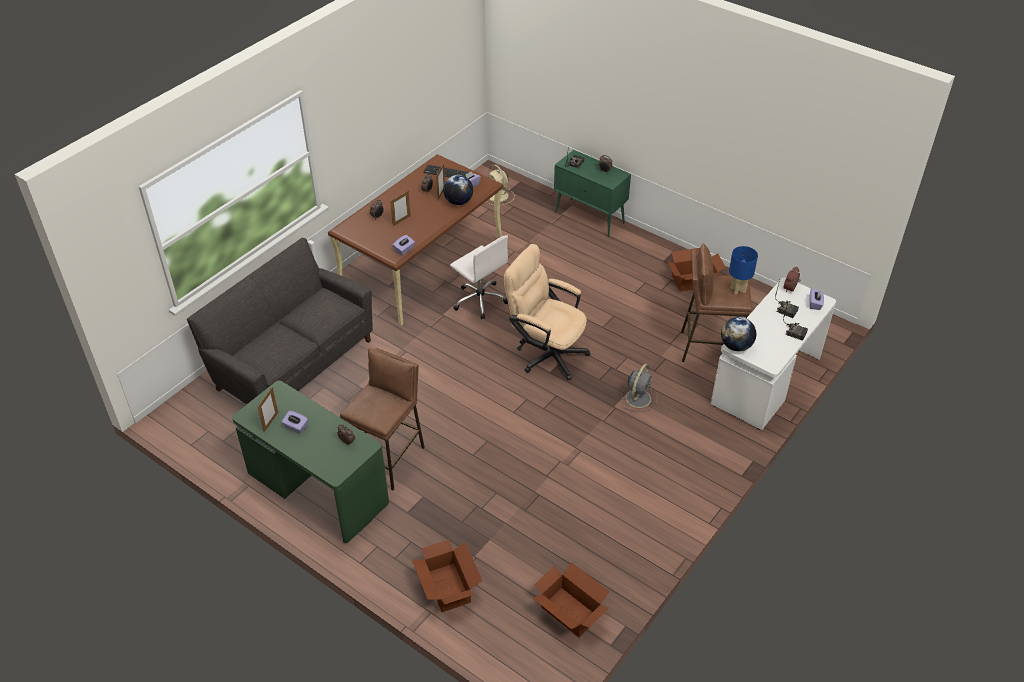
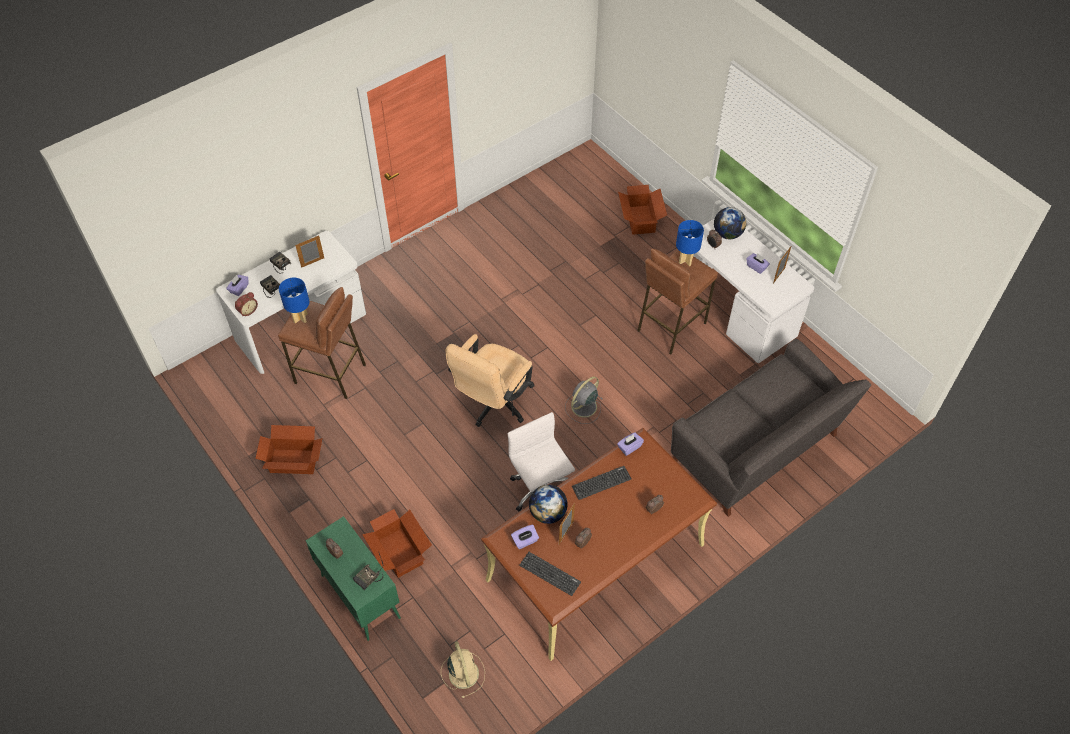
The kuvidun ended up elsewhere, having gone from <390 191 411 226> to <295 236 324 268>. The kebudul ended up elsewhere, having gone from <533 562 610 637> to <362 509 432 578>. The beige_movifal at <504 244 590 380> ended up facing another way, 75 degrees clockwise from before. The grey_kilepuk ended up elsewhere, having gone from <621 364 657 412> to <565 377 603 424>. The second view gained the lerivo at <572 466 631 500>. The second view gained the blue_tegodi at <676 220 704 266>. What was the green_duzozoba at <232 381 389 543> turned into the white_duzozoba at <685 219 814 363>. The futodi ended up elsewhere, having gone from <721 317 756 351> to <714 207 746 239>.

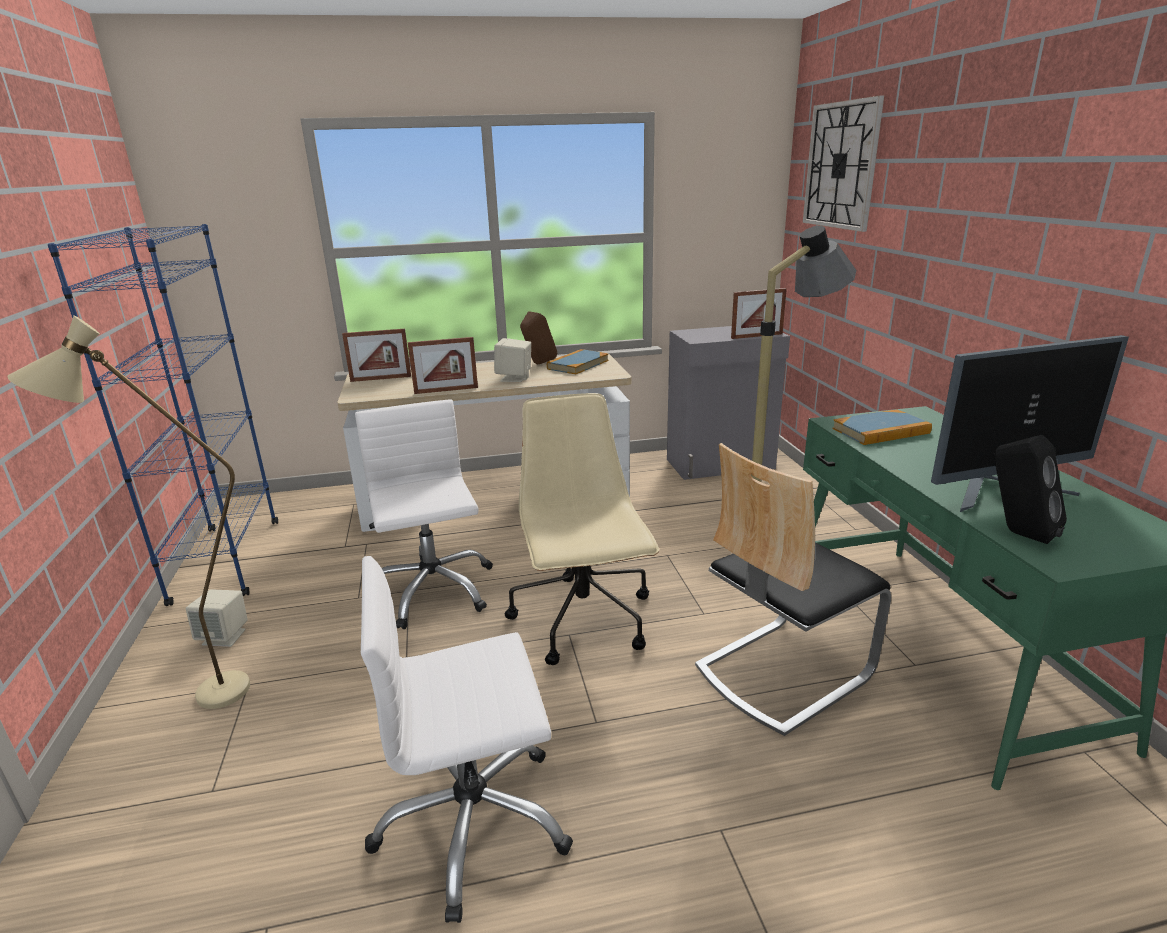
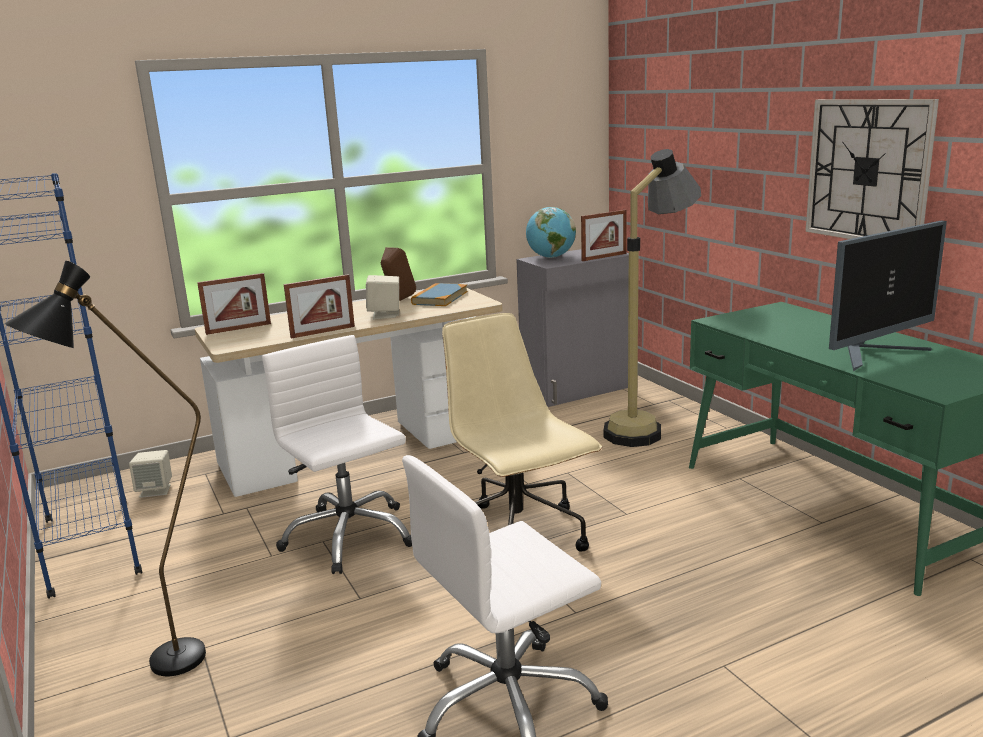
What was the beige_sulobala at <7 315 250 709> turned into the black_sulobala at <4 261 206 676>. The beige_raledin ended up elsewhere, having gone from <186 589 248 647> to <129 450 172 498>. The second view gained the futodi at <526 207 576 258>. The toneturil ended up elsewhere, having gone from <803 96 884 232> to <805 99 939 239>. The second view lost the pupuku at <695 443 891 736>. The second view lost the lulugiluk at <832 409 932 445>. The second view lost the black_raledin at <994 435 1067 544>.

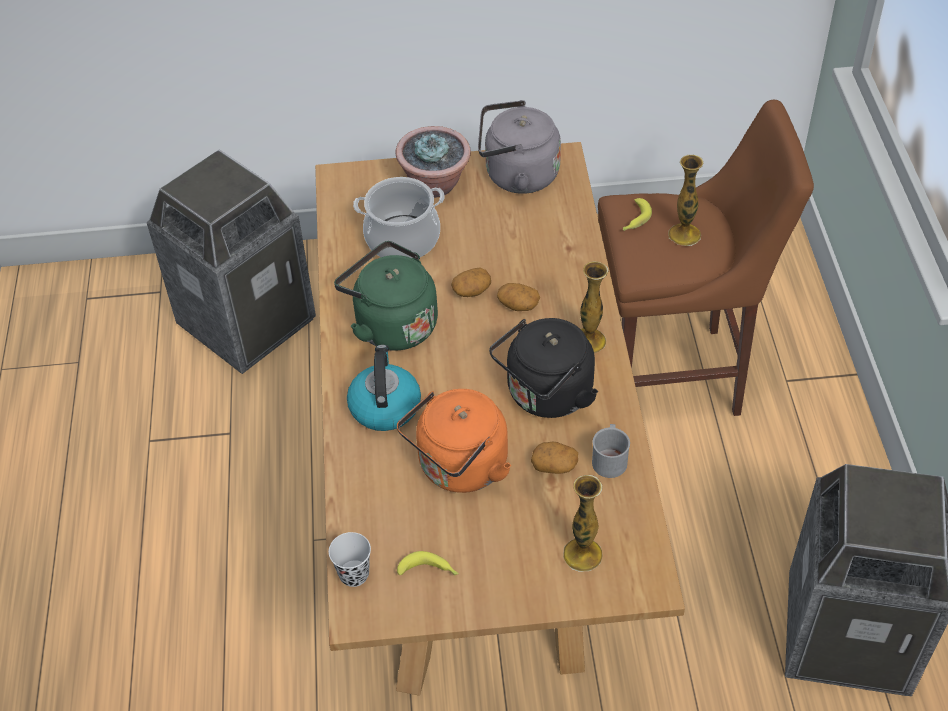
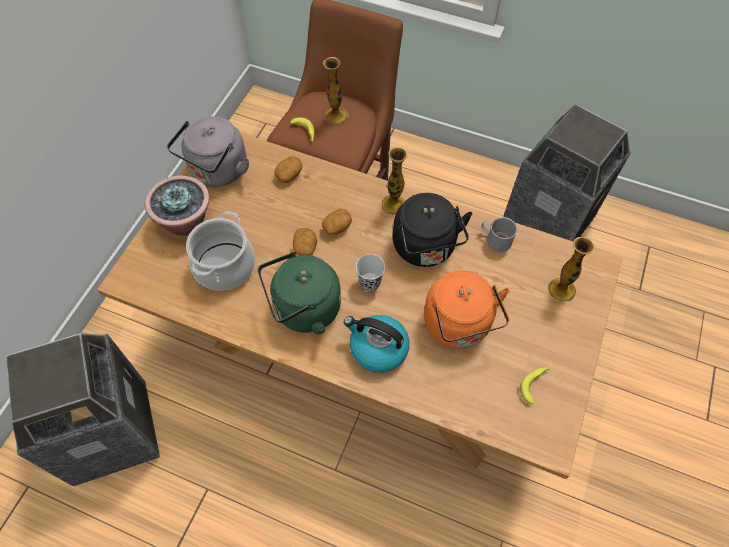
The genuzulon ended up elsewhere, having gone from <531 442 578 474> to <274 156 302 183>. The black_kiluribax ended up elsewhere, having gone from <329 532 371 587> to <356 254 385 291>.

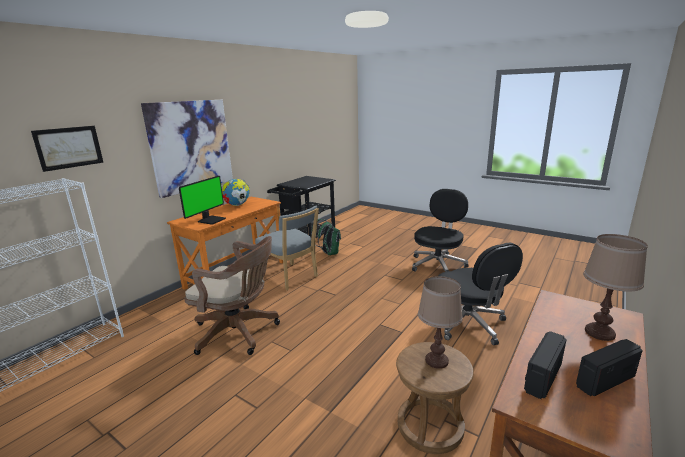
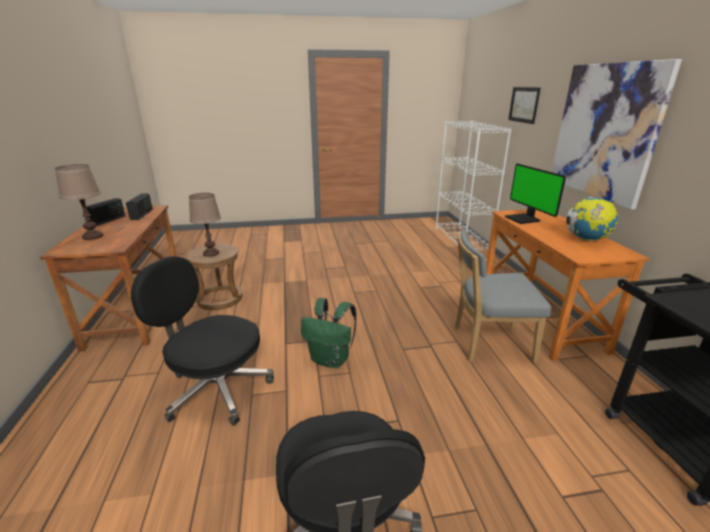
The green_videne ended up elsewhere, having gone from <311 219 341 255> to <301 298 357 368>. The second view lost the brown_movifal at <184 236 280 355>.

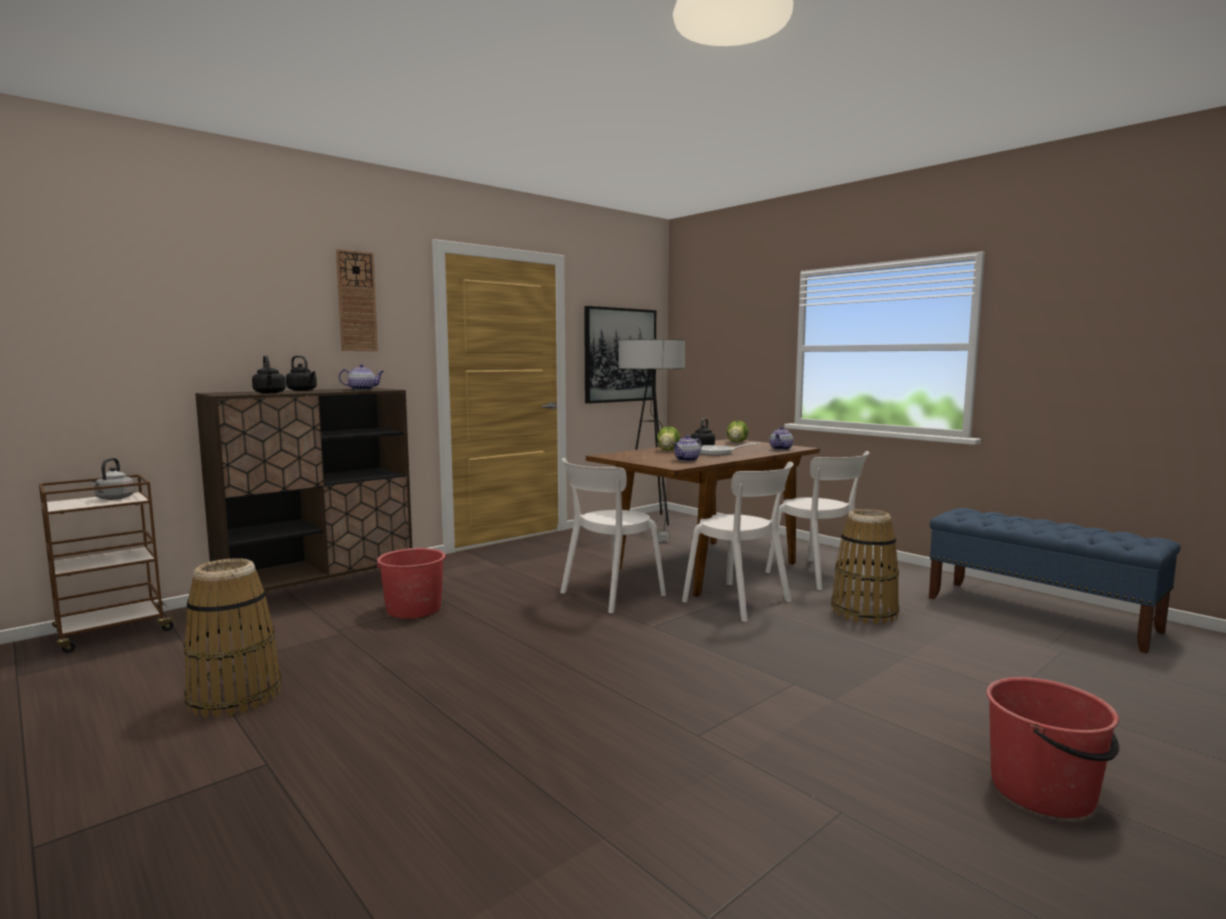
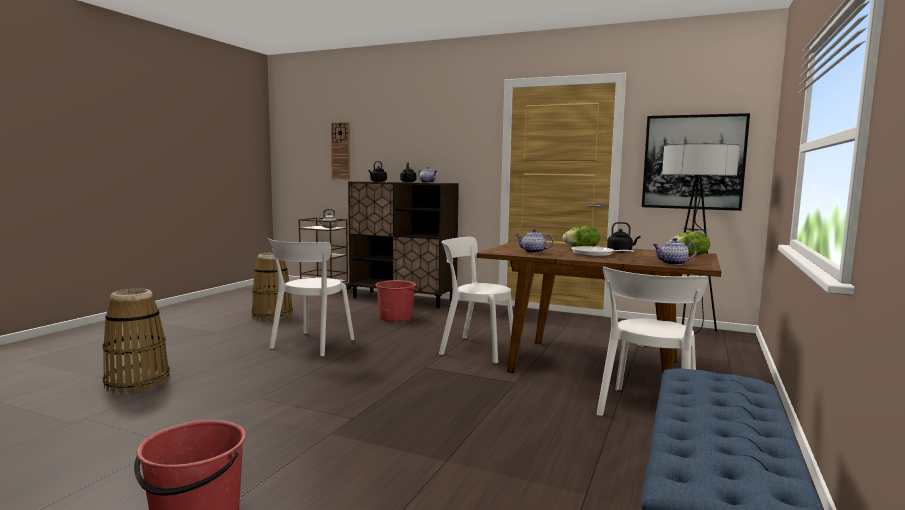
The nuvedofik ended up elsewhere, having gone from <831 509 899 625> to <102 289 170 394>. The white_pupuku ended up elsewhere, having gone from <682 462 793 622> to <268 238 355 356>. The toneturil ended up elsewhere, having gone from <336 249 378 351> to <331 122 350 180>.

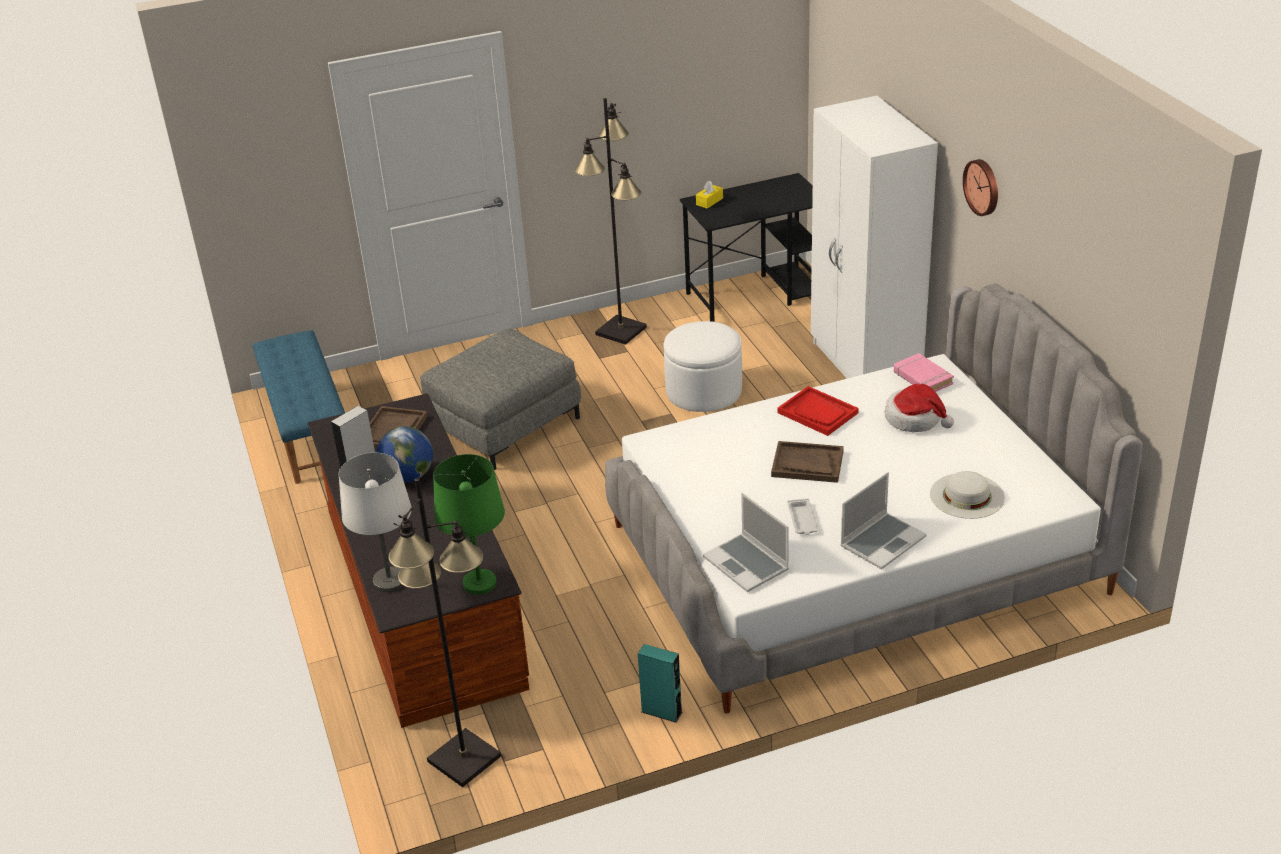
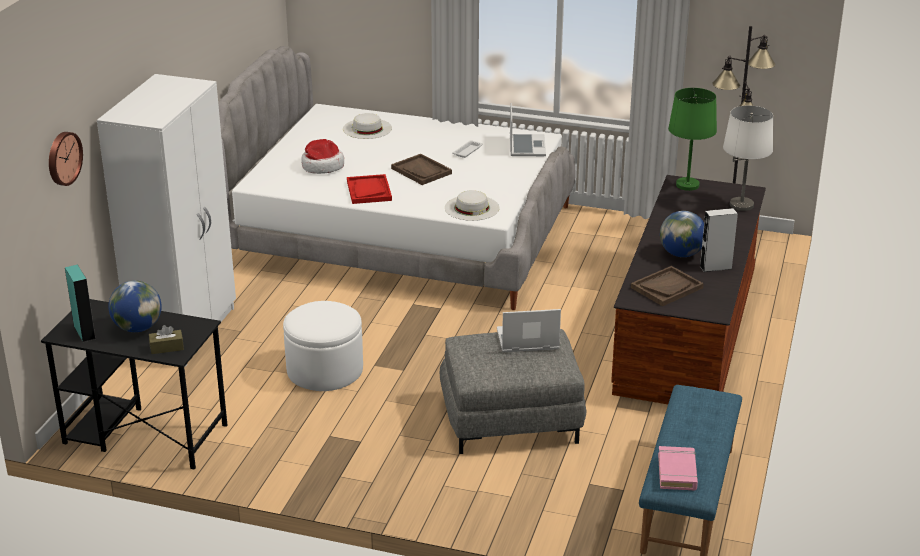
The toneturil ended up elsewhere, having gone from <963 159 998 216> to <49 132 83 186>. The turquoise_raledin ended up elsewhere, having gone from <638 644 683 723> to <65 264 96 342>. The second view gained the futodi at <108 281 162 332>. What was the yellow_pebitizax at <696 180 723 209> turned into the brown_pebitizax at <149 325 184 354>. The second view gained the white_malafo at <445 190 499 221>. The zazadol ended up elsewhere, having gone from <840 472 927 570> to <497 309 561 352>. The pink_lulugiluk ended up elsewhere, having gone from <894 353 954 392> to <658 446 698 490>. The second view lost the black_sulobala at <574 98 647 345>.

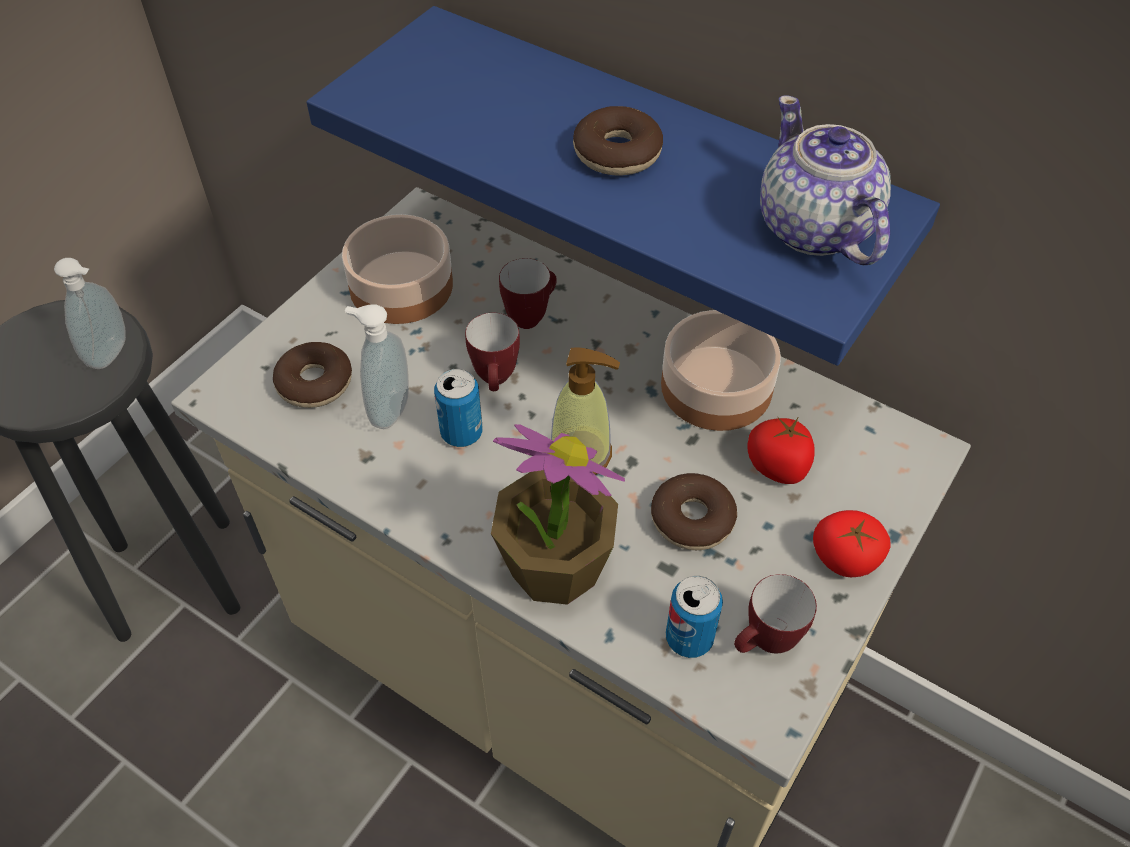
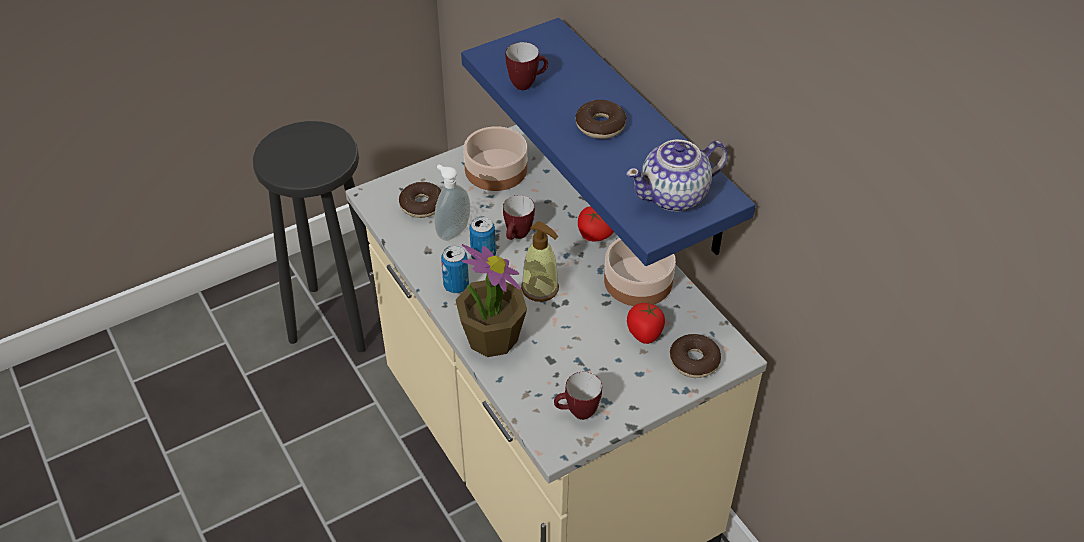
The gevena ended up elsewhere, having gone from <666 576 723 658> to <441 246 469 293>. The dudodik ended up elsewhere, having gone from <499 258 557 329> to <506 42 548 90>. The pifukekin ended up elsewhere, having gone from <813 510 890 577> to <578 206 614 242>. The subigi at <760 95 891 265> ended up facing another way, 120 degrees counterclockwise from before. The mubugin ended up elsewhere, having gone from <651 473 737 550> to <670 334 721 378>. The second view lost the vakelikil at <54 258 126 369>.

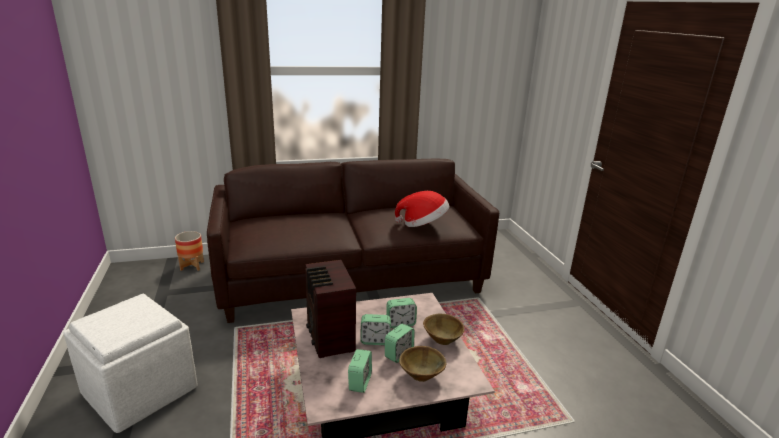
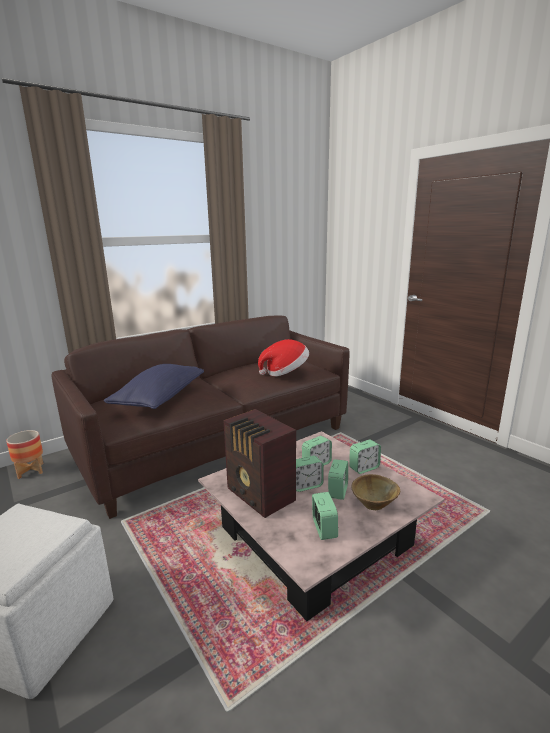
The second view gained the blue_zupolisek at <104 364 204 409>. Where the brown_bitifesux stood at <423 314 464 345>, the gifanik came to stand at <349 440 381 474>.

